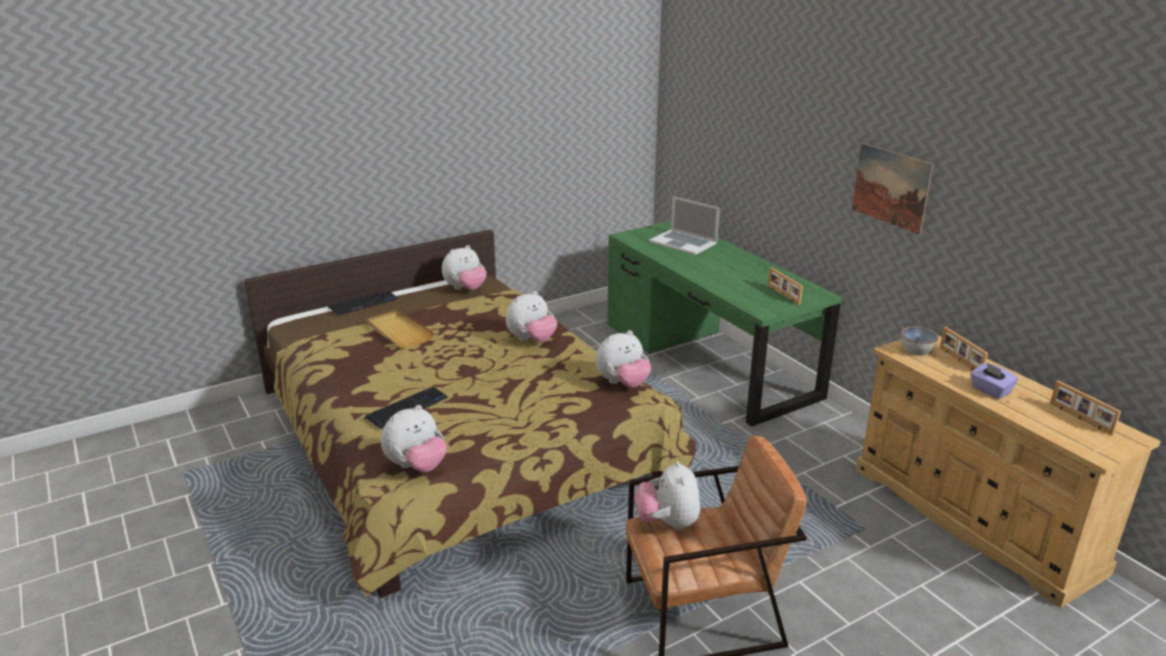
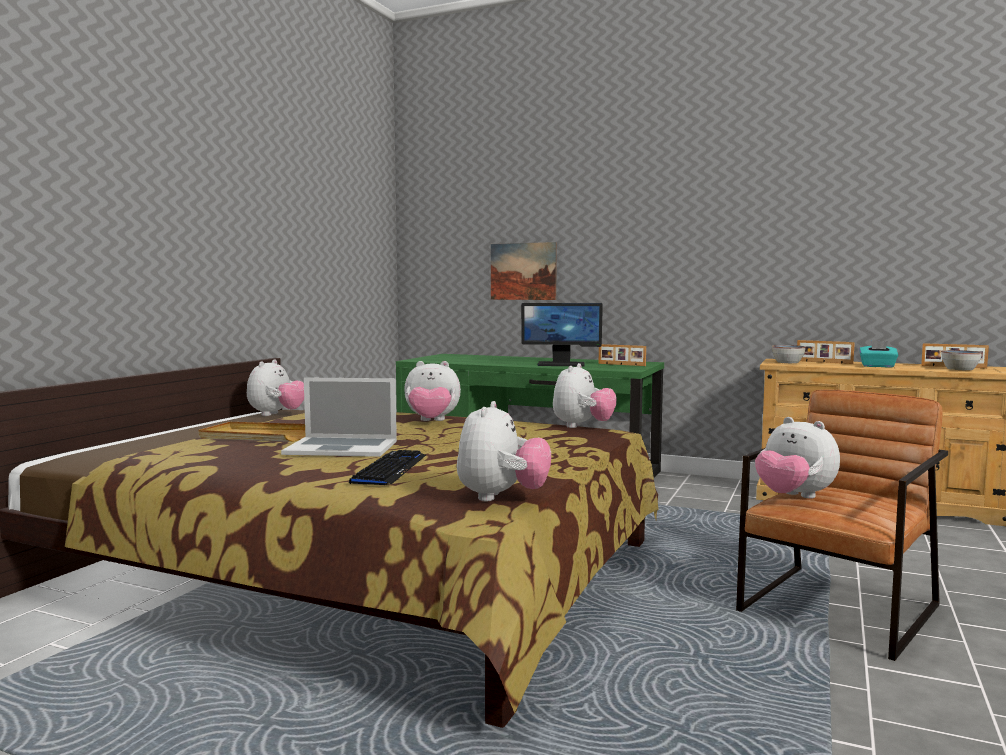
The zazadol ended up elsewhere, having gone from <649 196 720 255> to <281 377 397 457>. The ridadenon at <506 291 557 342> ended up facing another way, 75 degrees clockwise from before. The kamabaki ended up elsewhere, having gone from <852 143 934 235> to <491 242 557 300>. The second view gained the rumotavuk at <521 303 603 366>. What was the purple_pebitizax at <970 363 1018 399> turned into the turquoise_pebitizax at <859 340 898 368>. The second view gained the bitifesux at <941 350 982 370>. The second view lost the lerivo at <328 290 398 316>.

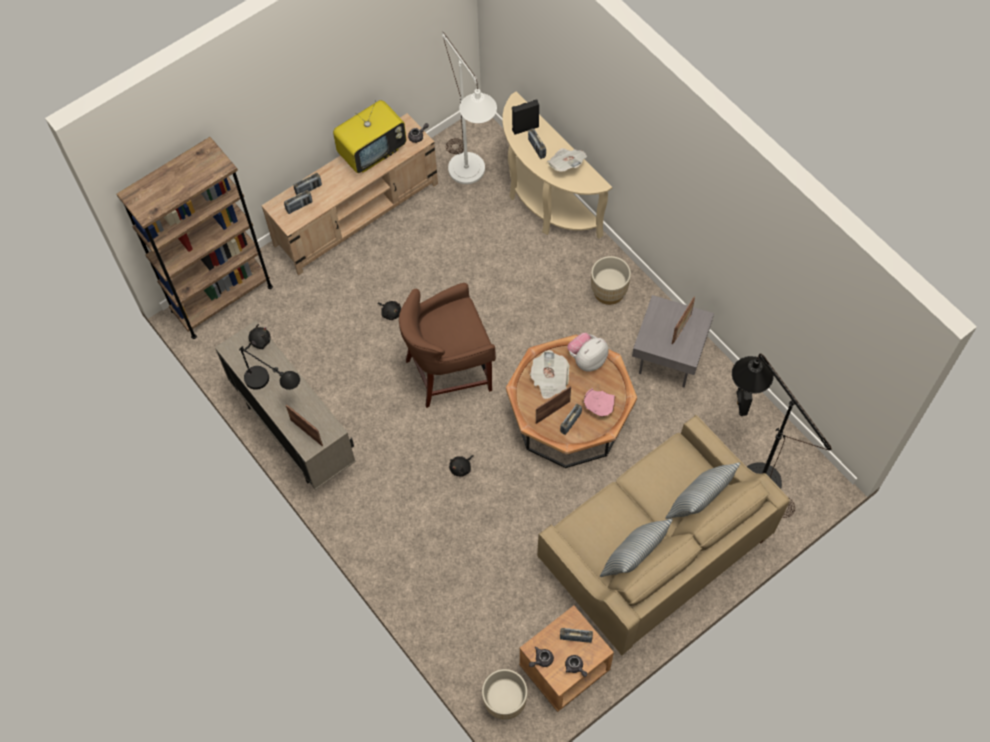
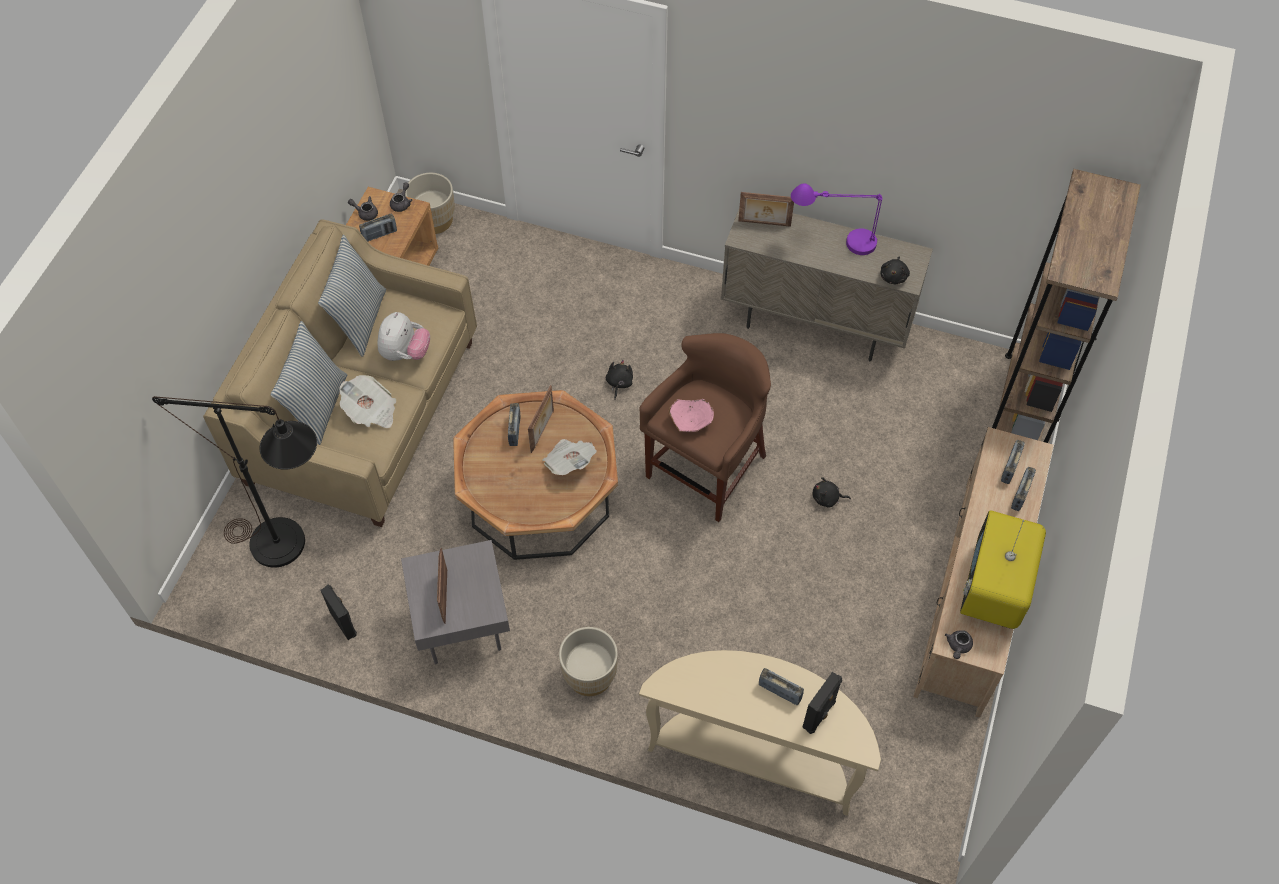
The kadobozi ended up elsewhere, having gone from <547 148 587 172> to <340 375 396 428>. The ridadenon ended up elsewhere, having gone from <567 333 608 372> to <377 312 430 361>. The pink_bitifesux ended up elsewhere, having gone from <584 388 616 417> to <668 399 714 432>. What was the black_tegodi at <239 346 300 390> turned into the purple_tegodi at <791 183 883 255>. The second view lost the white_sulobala at <442 31 497 184>.

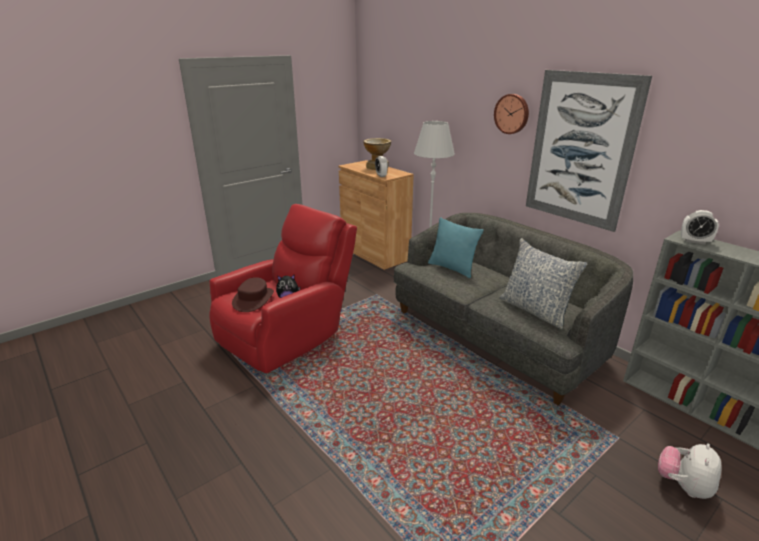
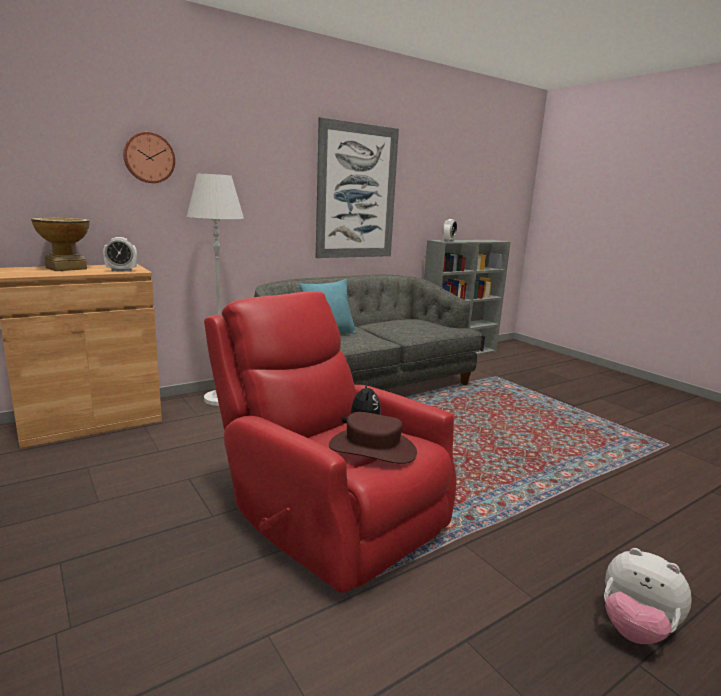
The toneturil ended up elsewhere, having gone from <494 94 529 134> to <123 132 175 183>. The ridadenon ended up elsewhere, having gone from <658 443 722 499> to <604 548 692 644>. The second view lost the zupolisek at <499 238 587 330>.

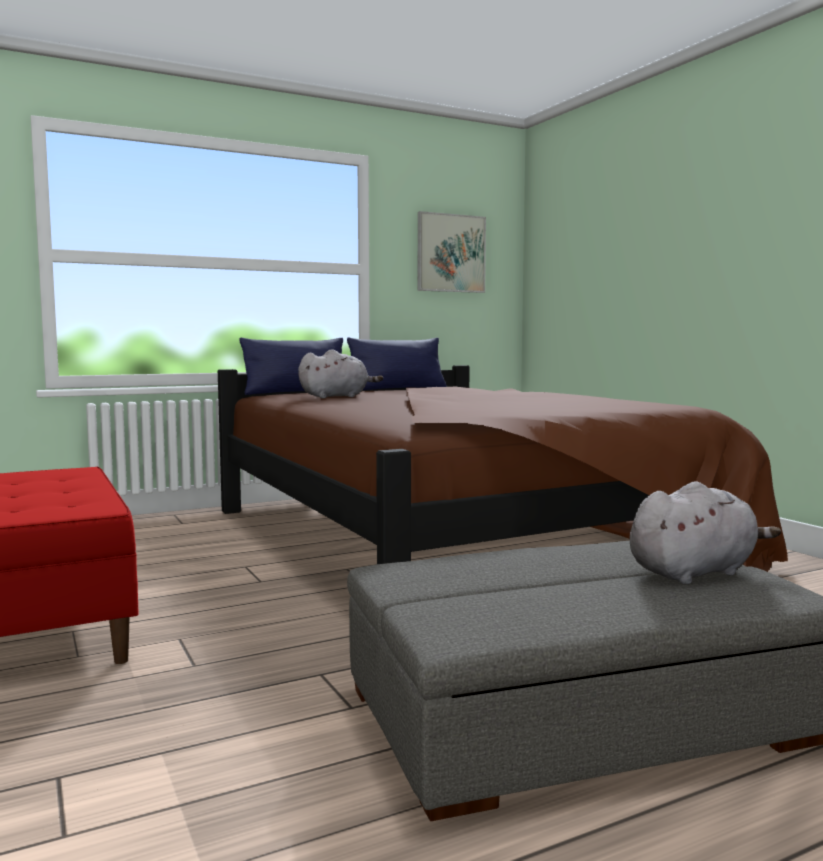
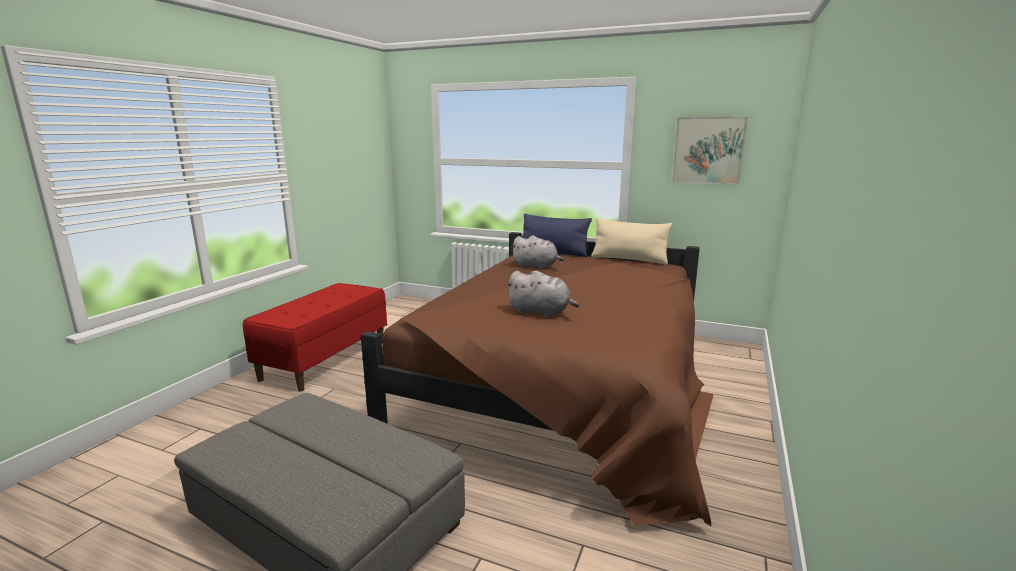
The grey_ridadenon ended up elsewhere, having gone from <630 481 781 584> to <506 271 579 317>. What was the blue_zupolisek at <347 338 447 390> turned into the beige_zupolisek at <591 218 673 264>.

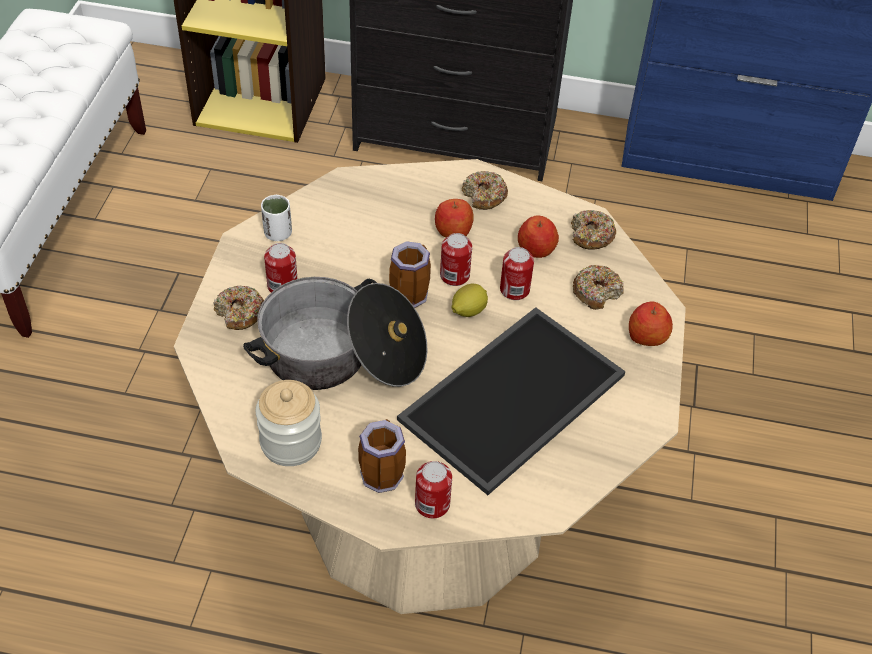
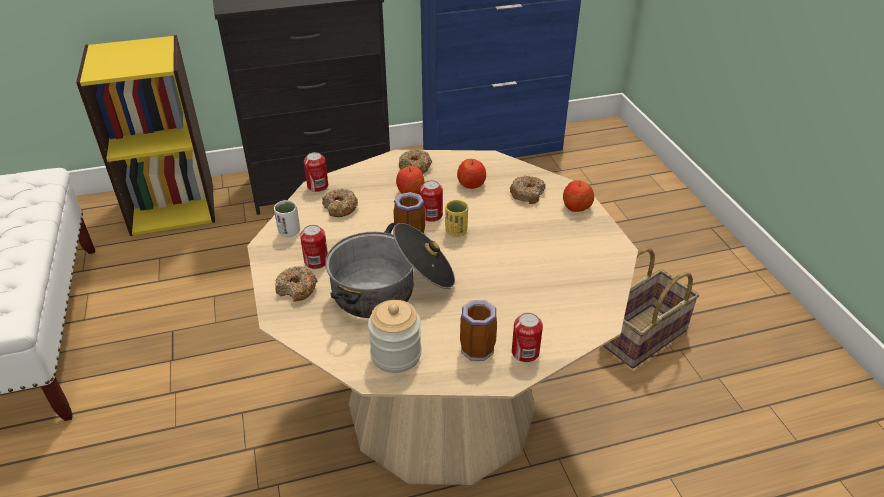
The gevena ended up elsewhere, having gone from <500 247 534 300> to <304 152 328 192>. The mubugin ended up elsewhere, having gone from <571 210 616 250> to <322 188 358 217>. Where the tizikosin stood at <451 284 488 317>, the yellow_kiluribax came to stand at <445 200 468 237>. The second view gained the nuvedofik at <603 247 699 369>. The second view lost the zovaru at <397 307 626 495>.

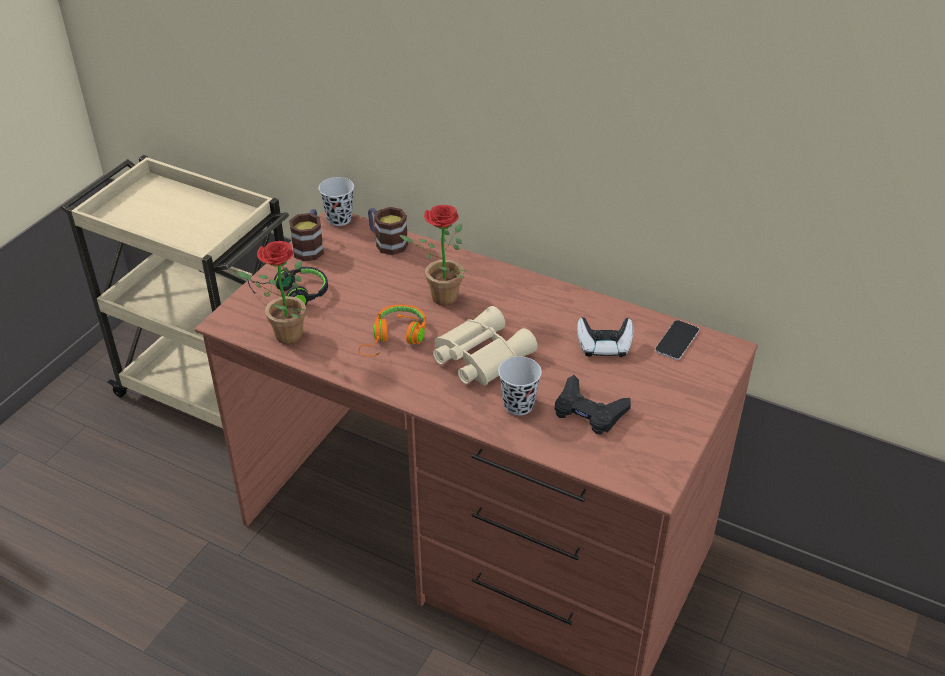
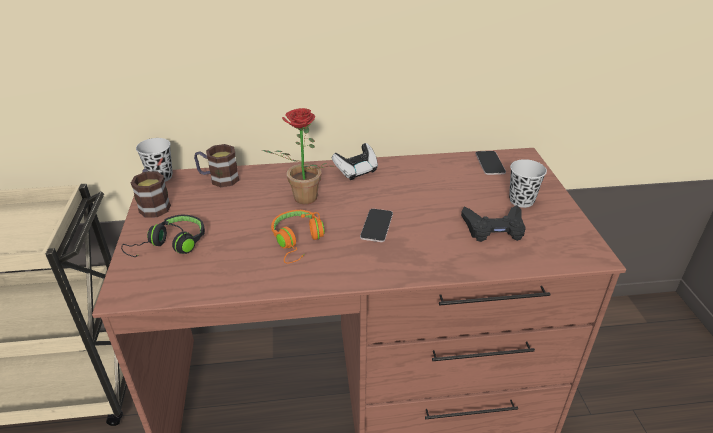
The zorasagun ended up elsewhere, having gone from <577 317 633 357> to <332 143 378 180>. Where the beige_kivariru stood at <433 306 538 386>, the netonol came to stand at <360 208 393 242>. The black_kiluribax ended up elsewhere, having gone from <498 357 542 415> to <509 159 547 208>. The second view lost the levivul at <236 241 306 344>.

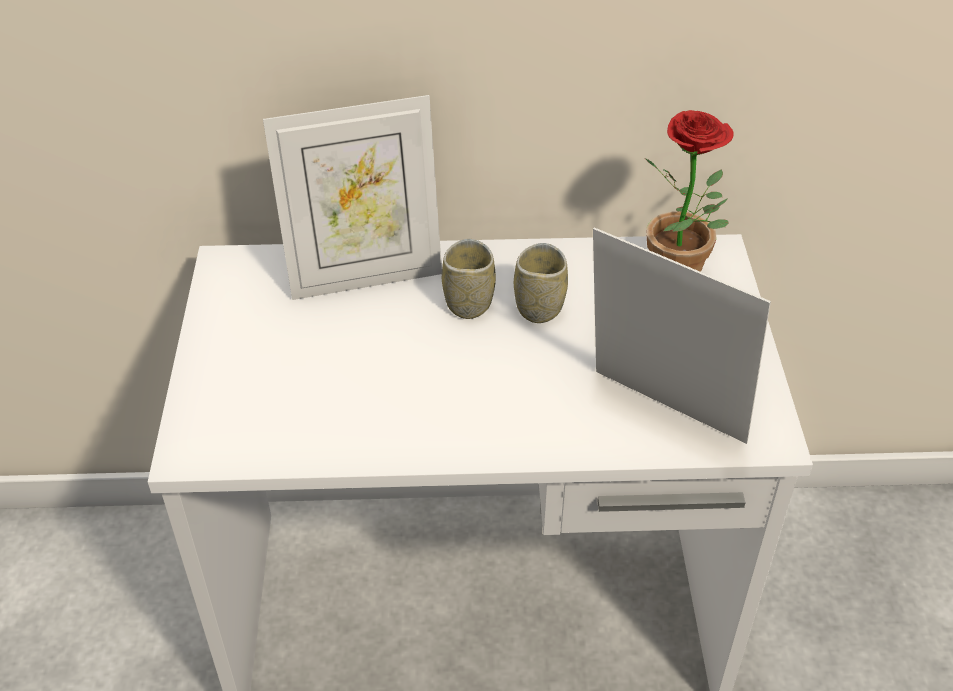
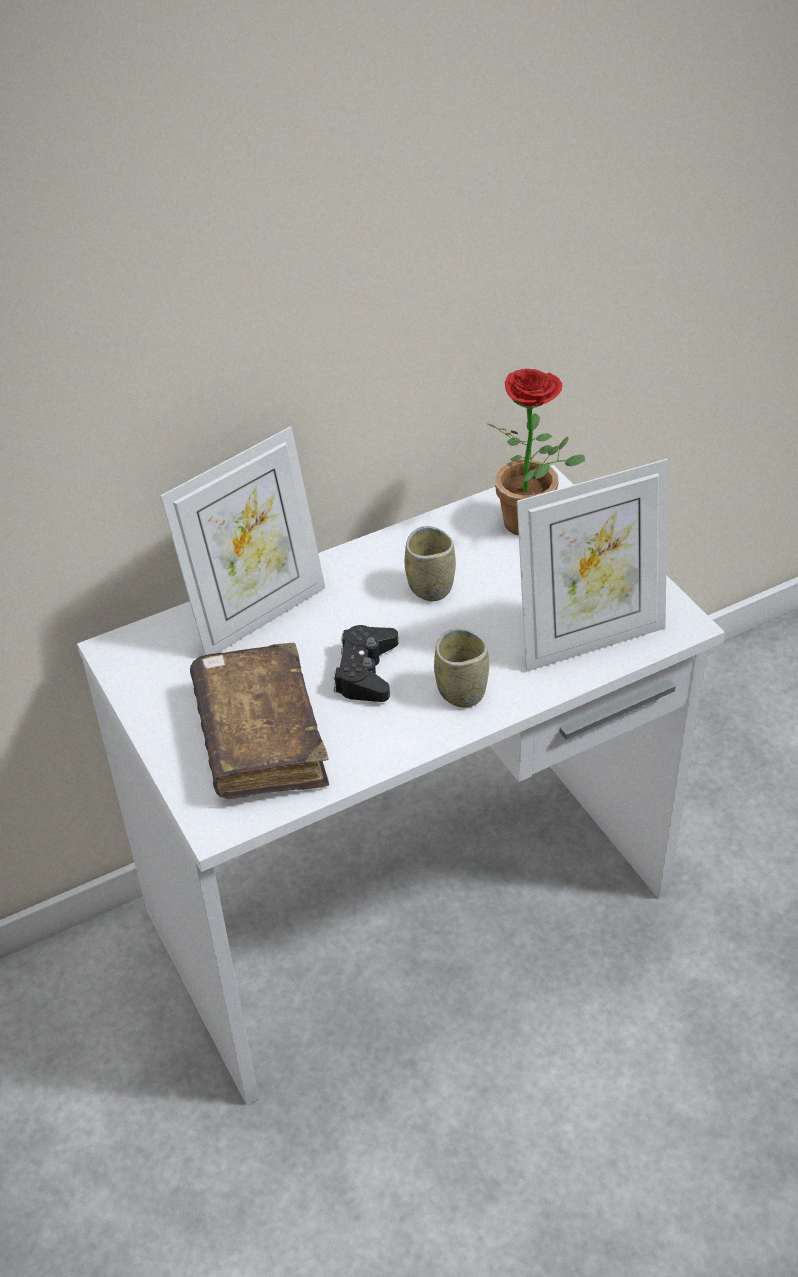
The second view gained the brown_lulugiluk at <190 643 329 799>. The second view gained the black_zorasagun at <334 625 398 702>. The kiluribax ended up elsewhere, having gone from <442 239 496 319> to <434 628 489 708>. The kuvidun at <593 227 771 444> ended up facing another way, 150 degrees clockwise from before.

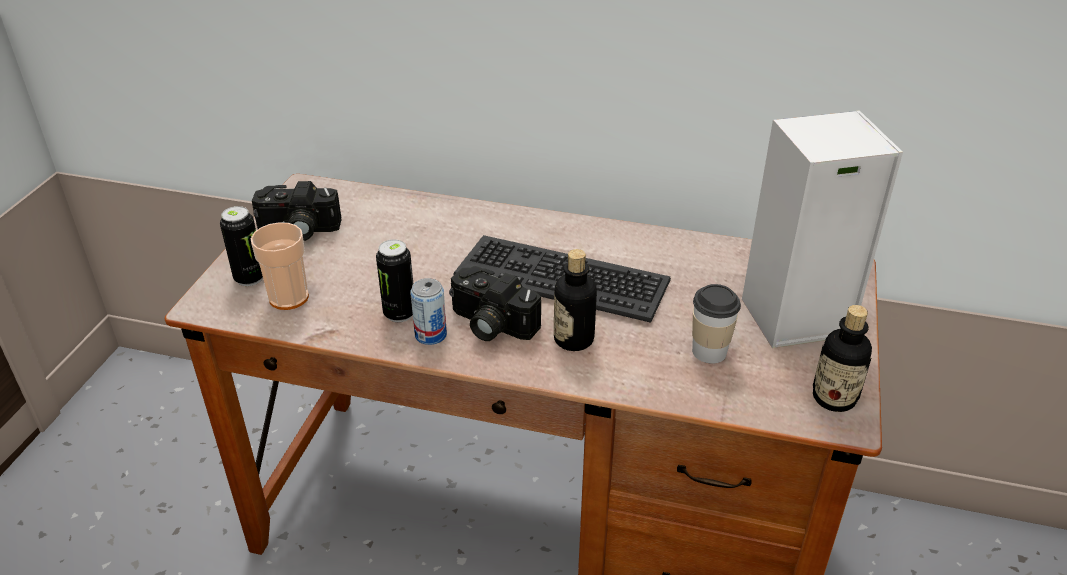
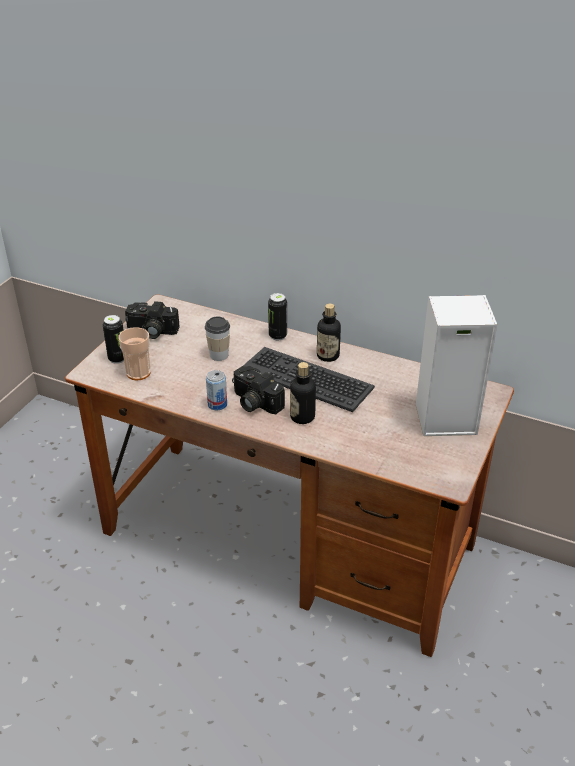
The kiluribax ended up elsewhere, having gone from <692 284 741 364> to <205 316 230 361>. The gevena ended up elsewhere, having gone from <376 239 413 322> to <268 293 287 340>. The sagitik ended up elsewhere, having gone from <813 305 872 412> to <317 304 341 362>.

